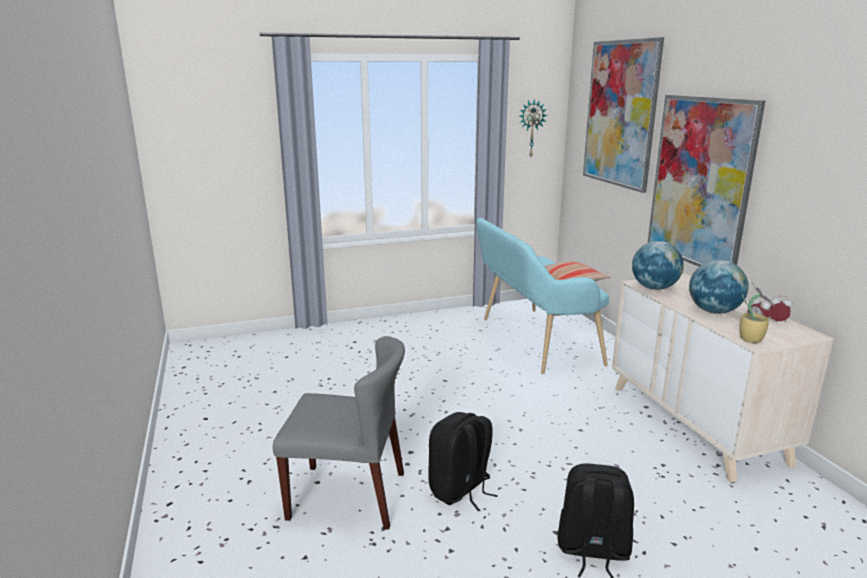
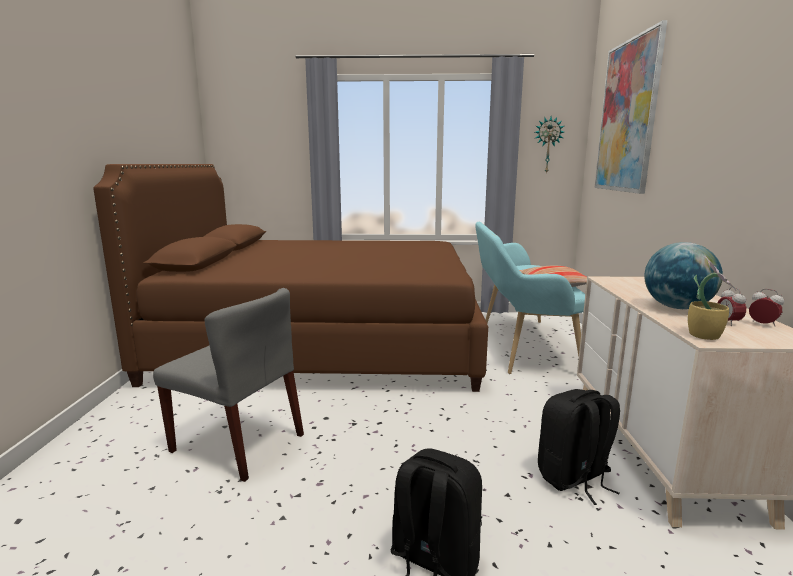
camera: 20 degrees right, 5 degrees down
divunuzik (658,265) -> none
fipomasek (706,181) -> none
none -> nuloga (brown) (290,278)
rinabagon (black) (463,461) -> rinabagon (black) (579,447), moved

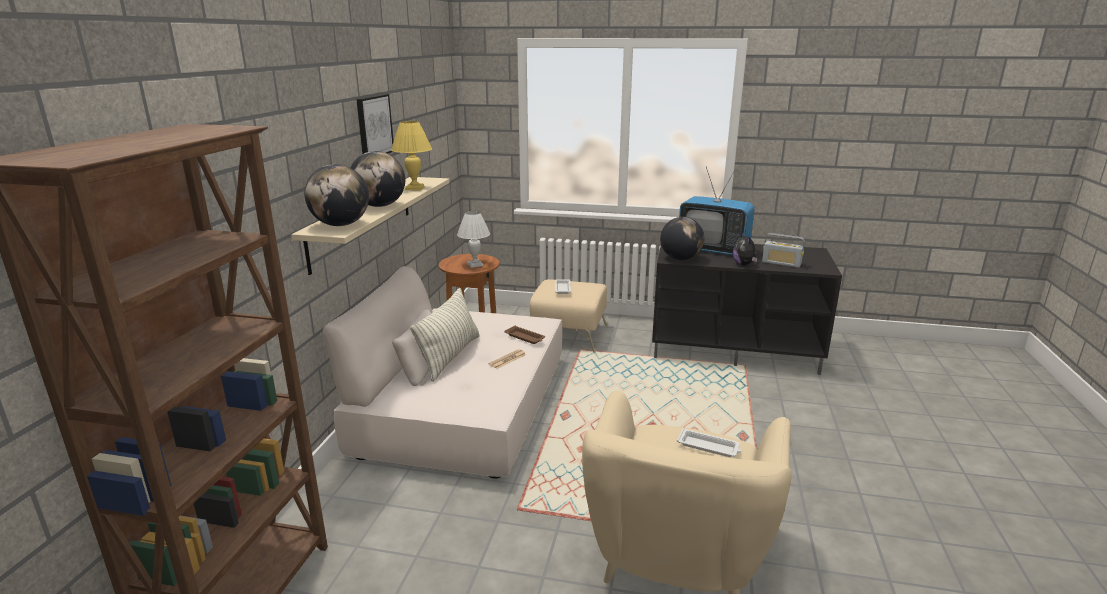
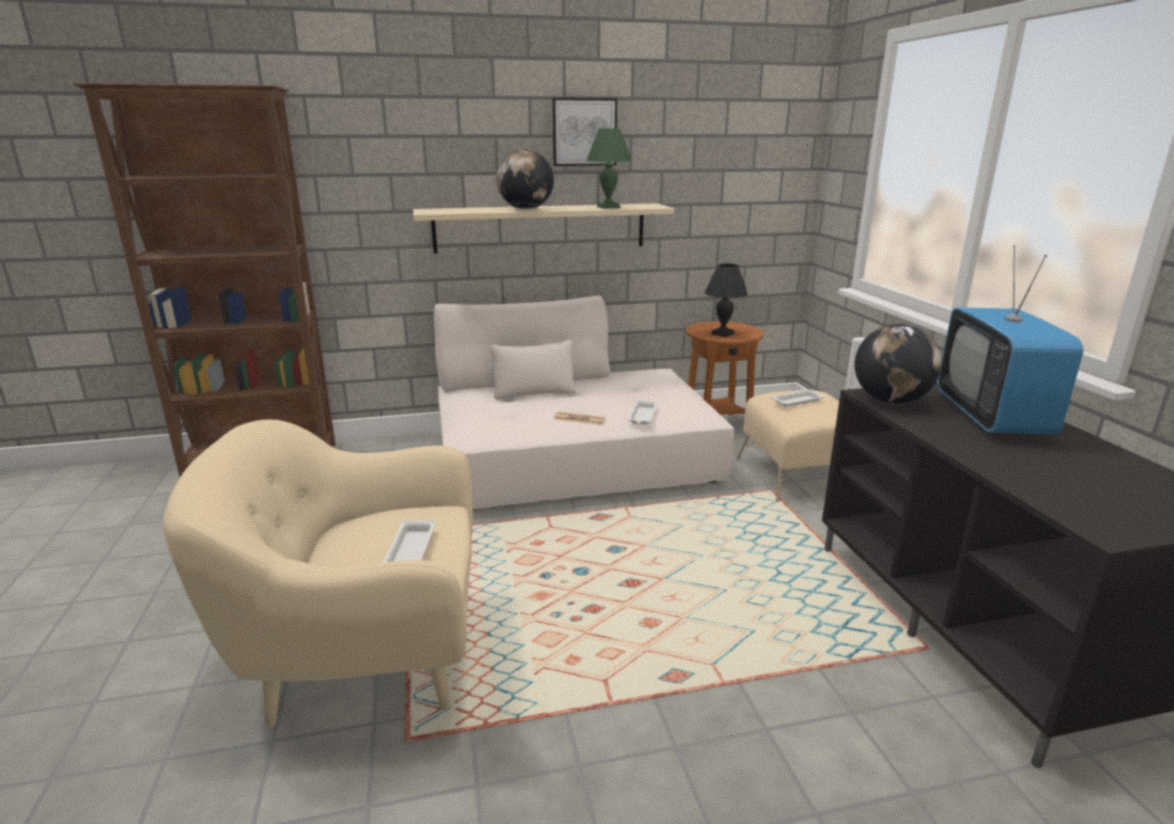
camera: 65 degrees right, 0 degrees up
divunuzik (337,195) -> none
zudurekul (444,335) -> none
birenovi (745,249) -> none
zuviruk (783,250) -> none
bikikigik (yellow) (411,155) -> bikikigik (green) (609,169)
bikikigik (white) (473,239) -> bikikigik (black) (726,300)
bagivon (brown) (524,335) -> bagivon (white) (643,412)

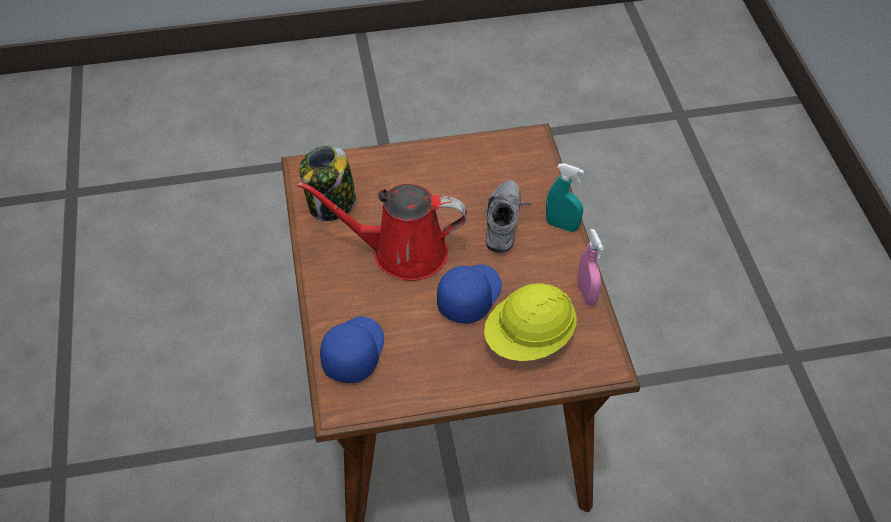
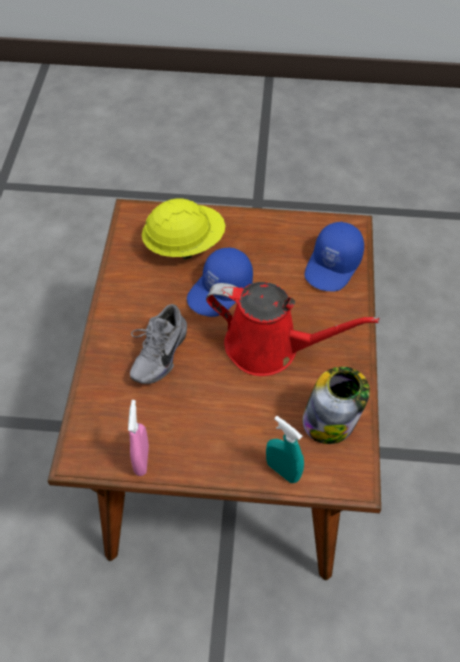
camera: 165 degrees left, 5 degrees up
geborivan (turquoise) (565,197) -> geborivan (turquoise) (285,449), moved
geborivan (pink) (590,267) -> geborivan (pink) (138,438), moved

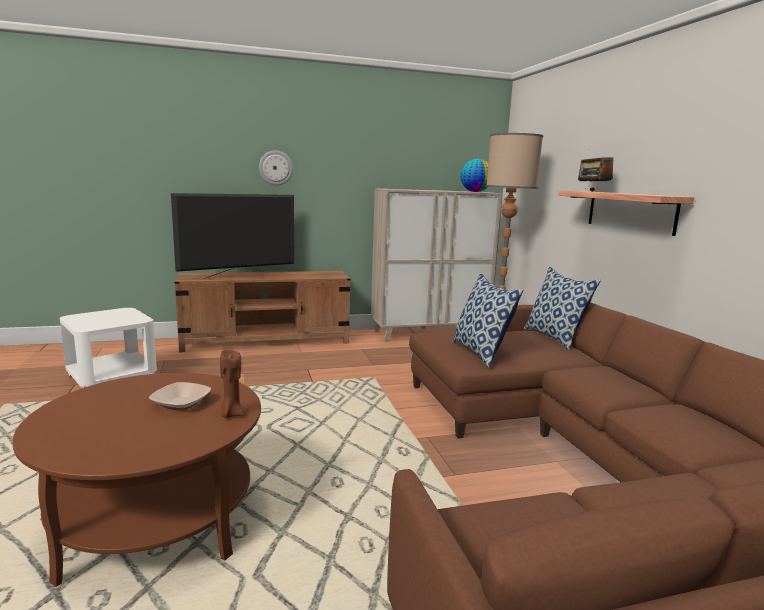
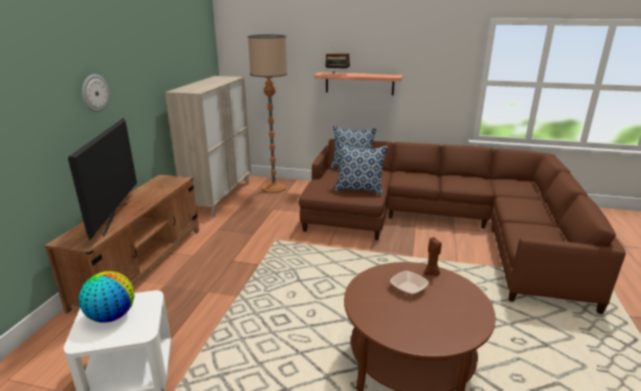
camera: 60 degrees left, 10 degrees up
divunuzik (474,175) -> divunuzik (106,297), moved

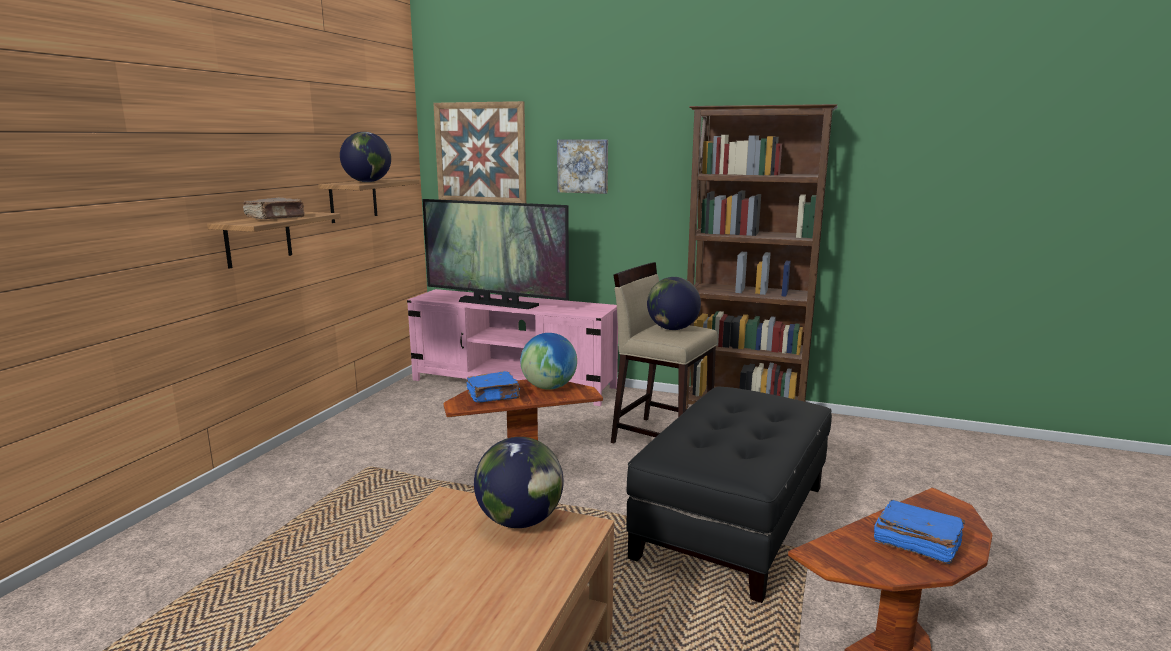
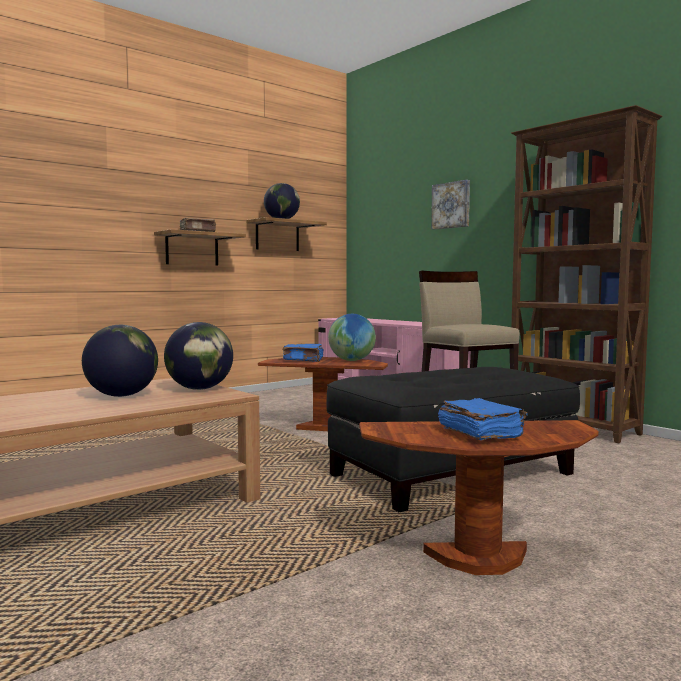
camera: 30 degrees right, 10 degrees down
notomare (495,254) -> none
fipomasek (479,152) -> none
divunuzik (674,303) -> divunuzik (120,361), moved

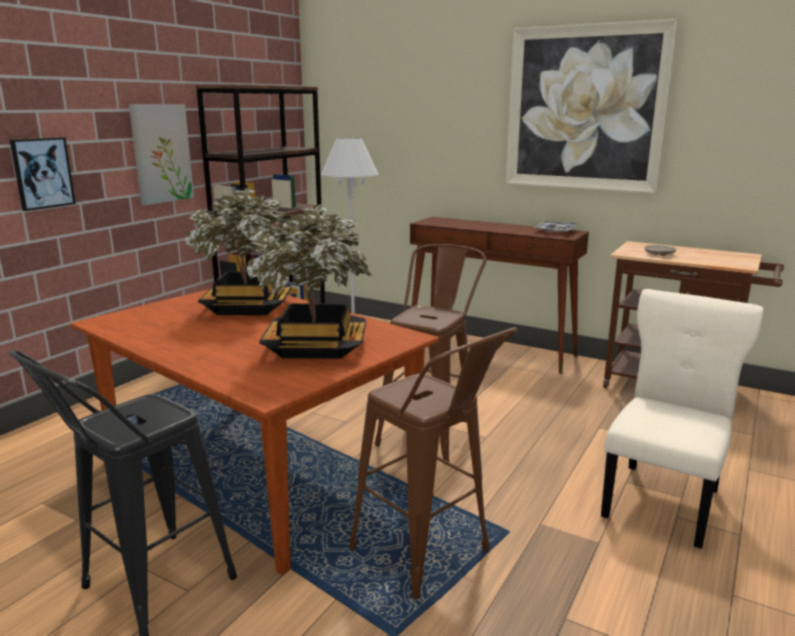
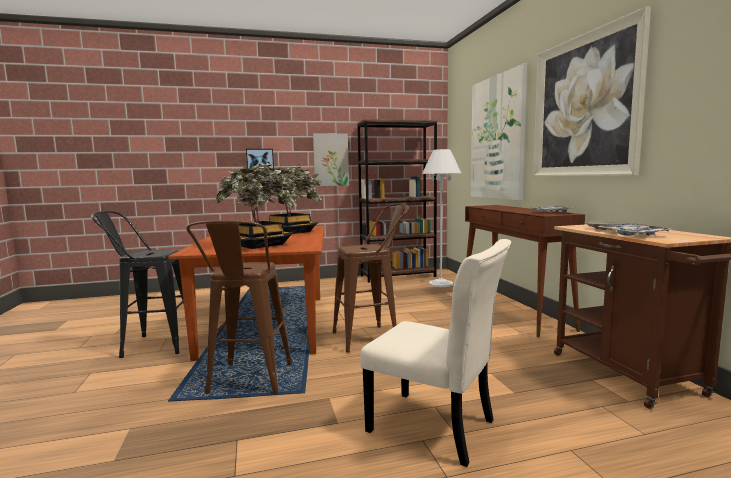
camera: 45 degrees right, 10 degrees down
none -> fipomasek (498,132)
none -> bagivon (634,229)
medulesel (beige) (682,419) -> medulesel (beige) (435,353), 45 degrees clockwise

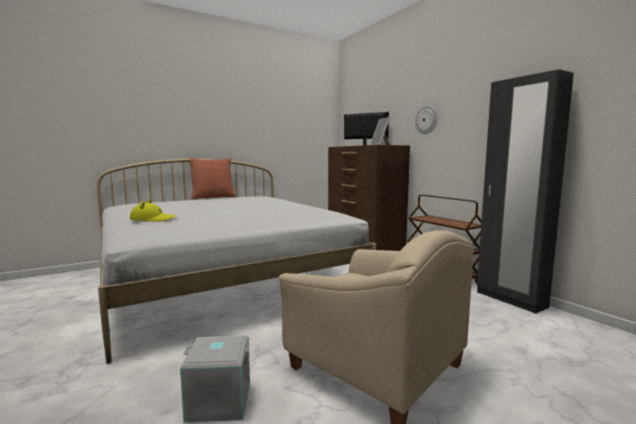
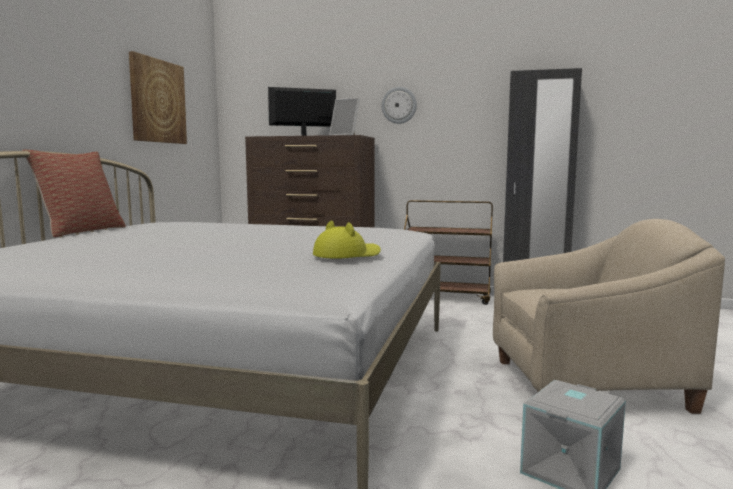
camera: 45 degrees left, 0 degrees up
none -> fipomasek (158,97)
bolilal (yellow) (153,210) -> bolilal (yellow) (347,239), moved

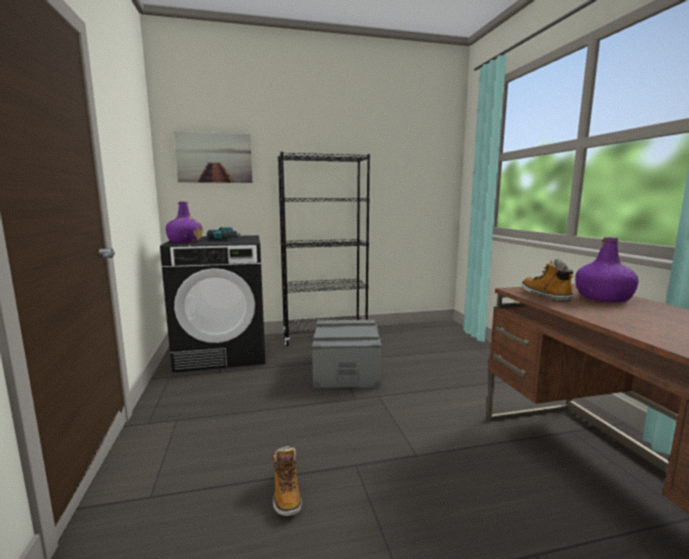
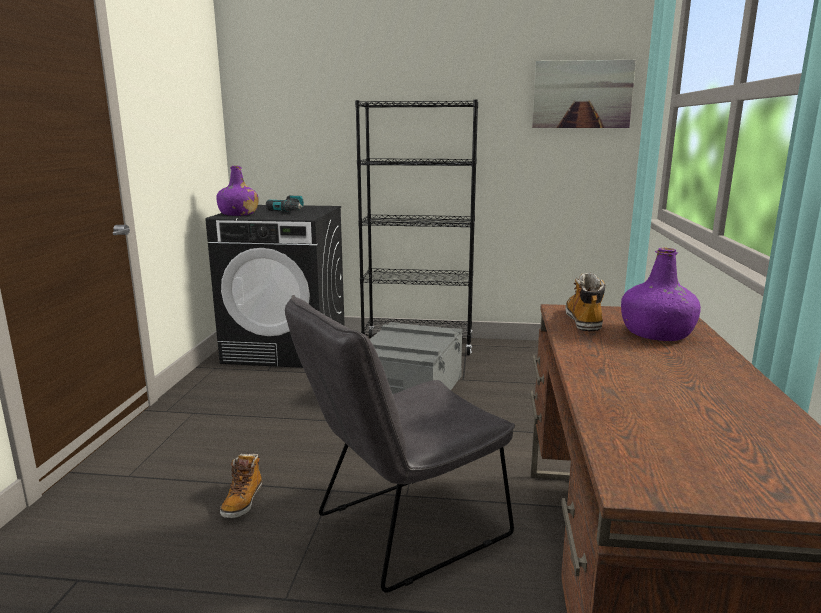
camera: 20 degrees right, 5 degrees up
none -> medulesel (grey) (400,444)
fipomasek (213,157) -> fipomasek (584,94), moved

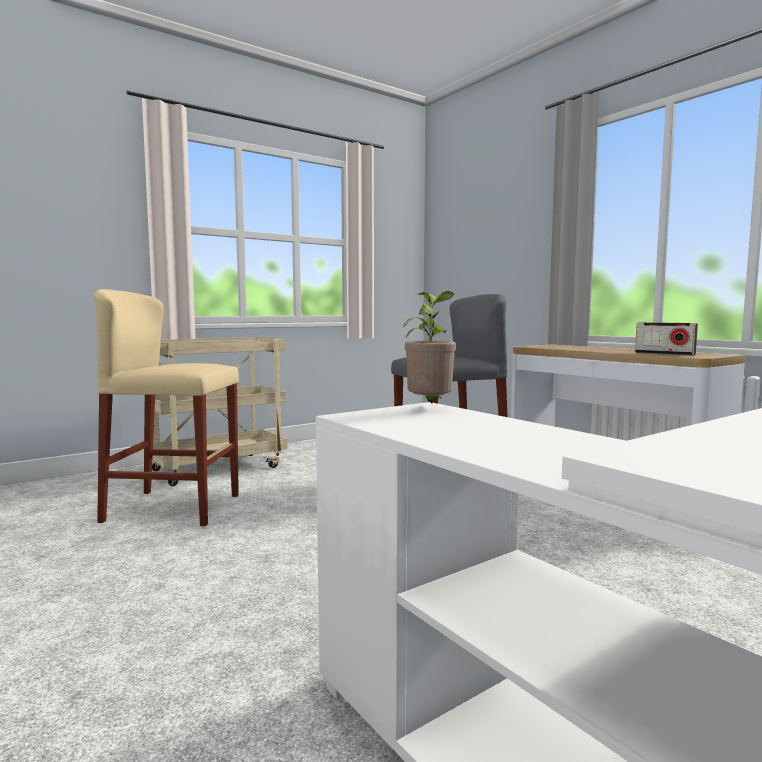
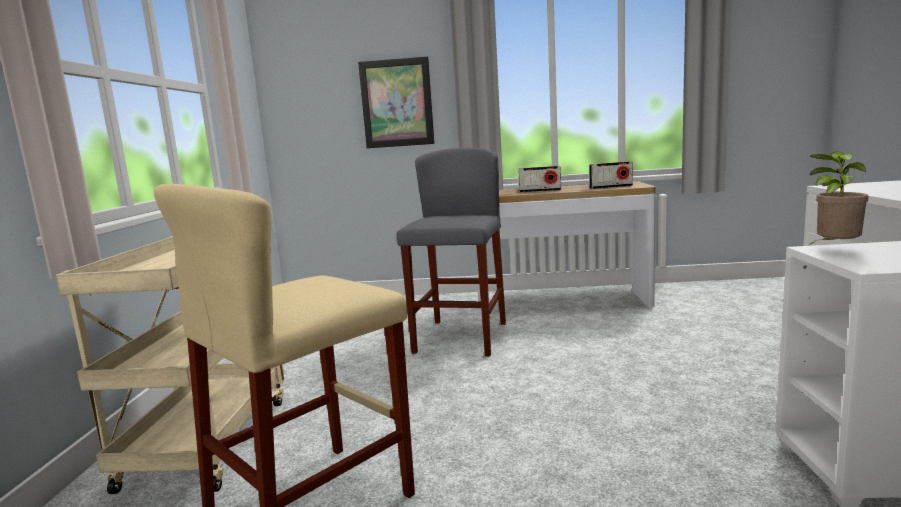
camera: 50 degrees left, 5 degrees up
none -> fipomasek (396,102)
none -> zuviruk (539,179)

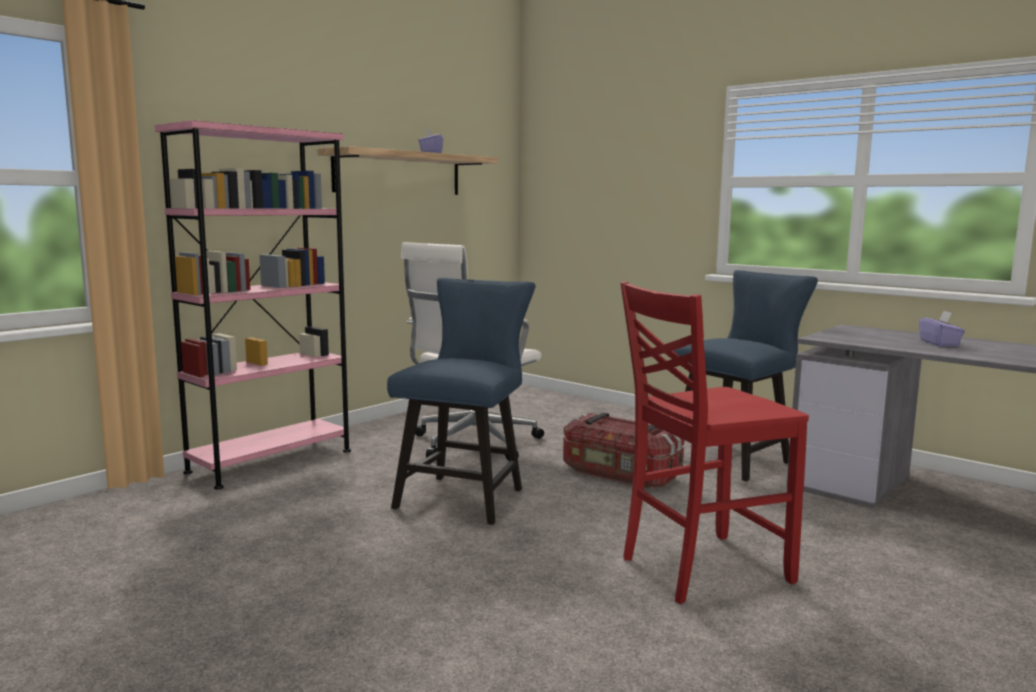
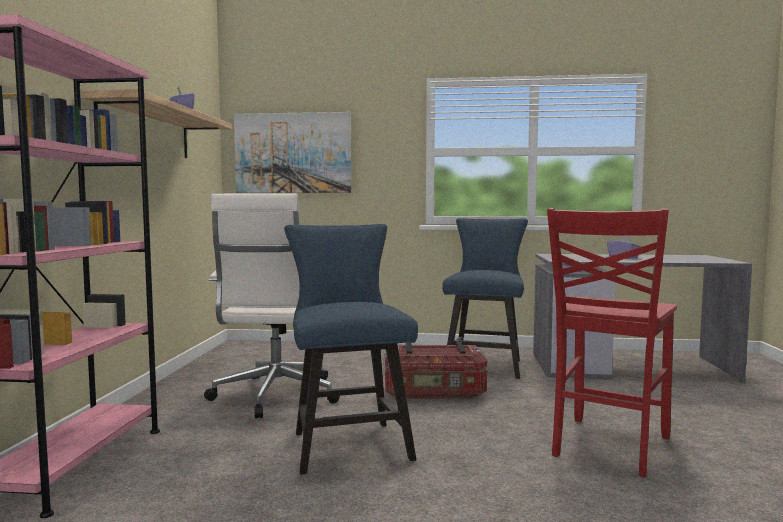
camera: 35 degrees left, 5 degrees down
none -> fipomasek (292,152)

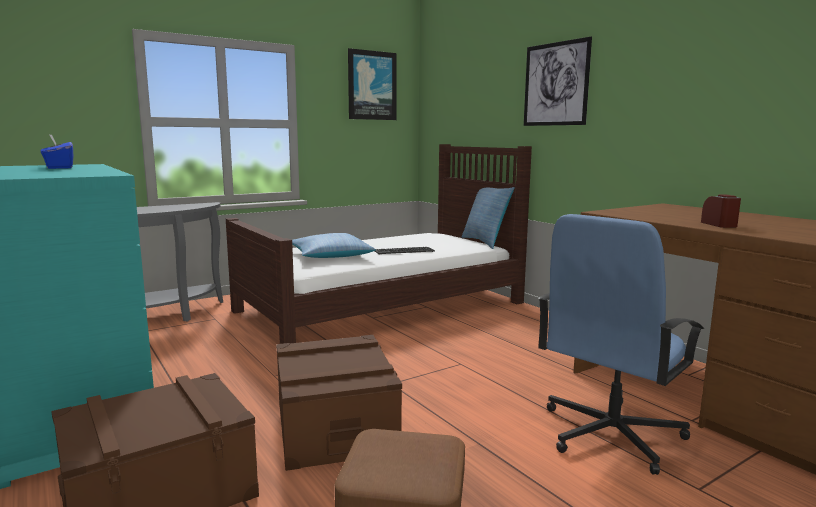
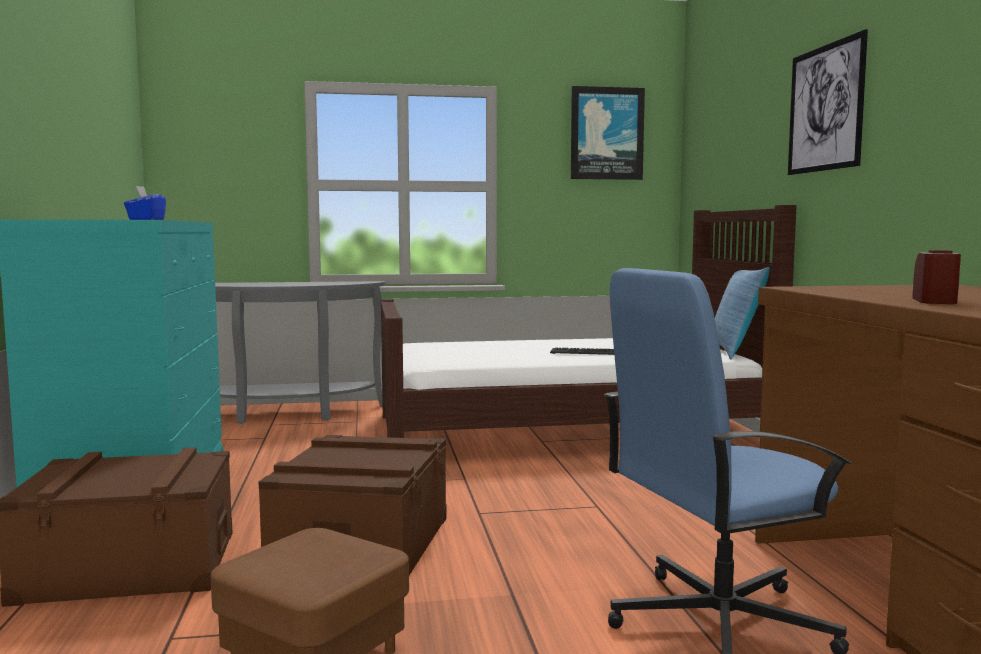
camera: 25 degrees right, 5 degrees down
zudurekul (334,245) -> none

